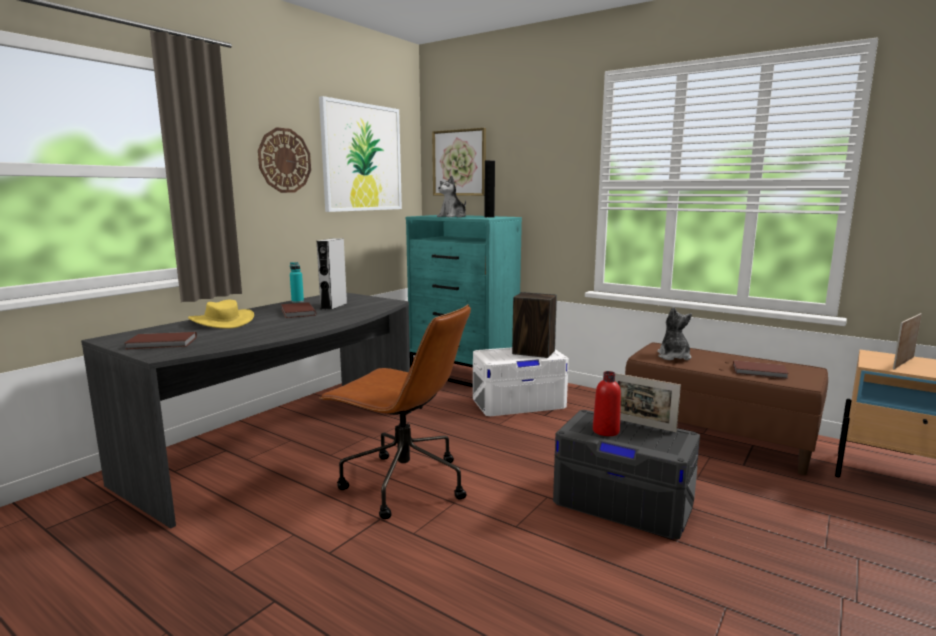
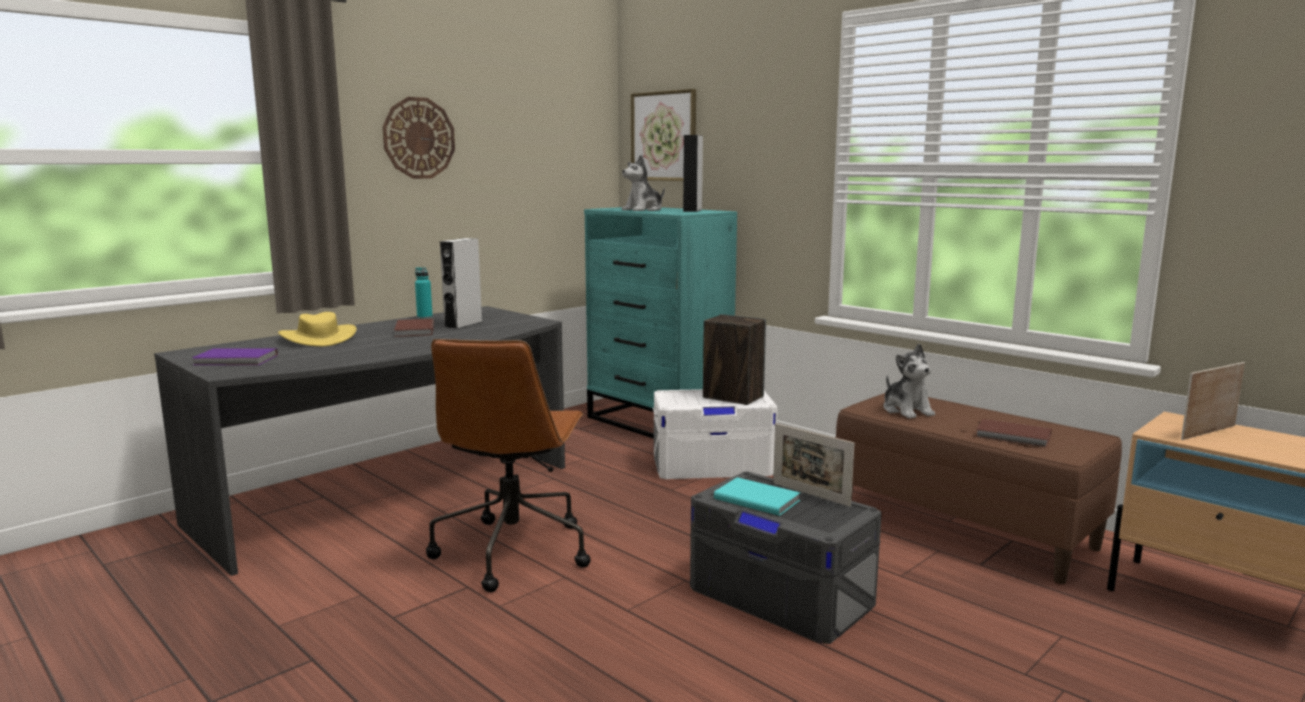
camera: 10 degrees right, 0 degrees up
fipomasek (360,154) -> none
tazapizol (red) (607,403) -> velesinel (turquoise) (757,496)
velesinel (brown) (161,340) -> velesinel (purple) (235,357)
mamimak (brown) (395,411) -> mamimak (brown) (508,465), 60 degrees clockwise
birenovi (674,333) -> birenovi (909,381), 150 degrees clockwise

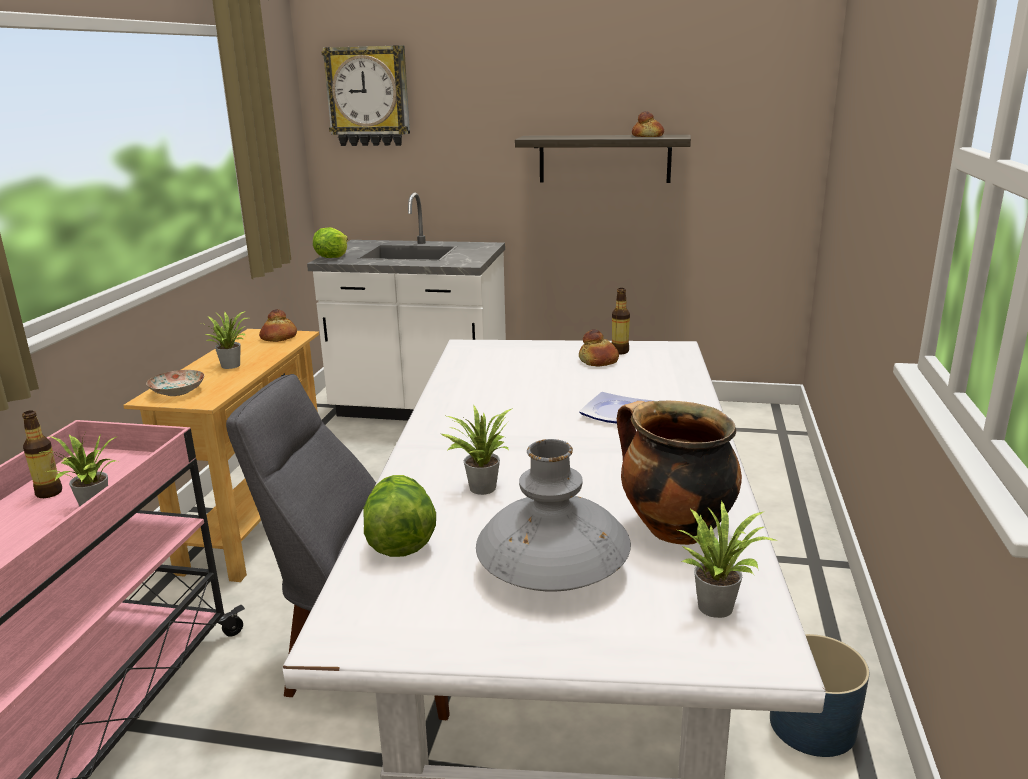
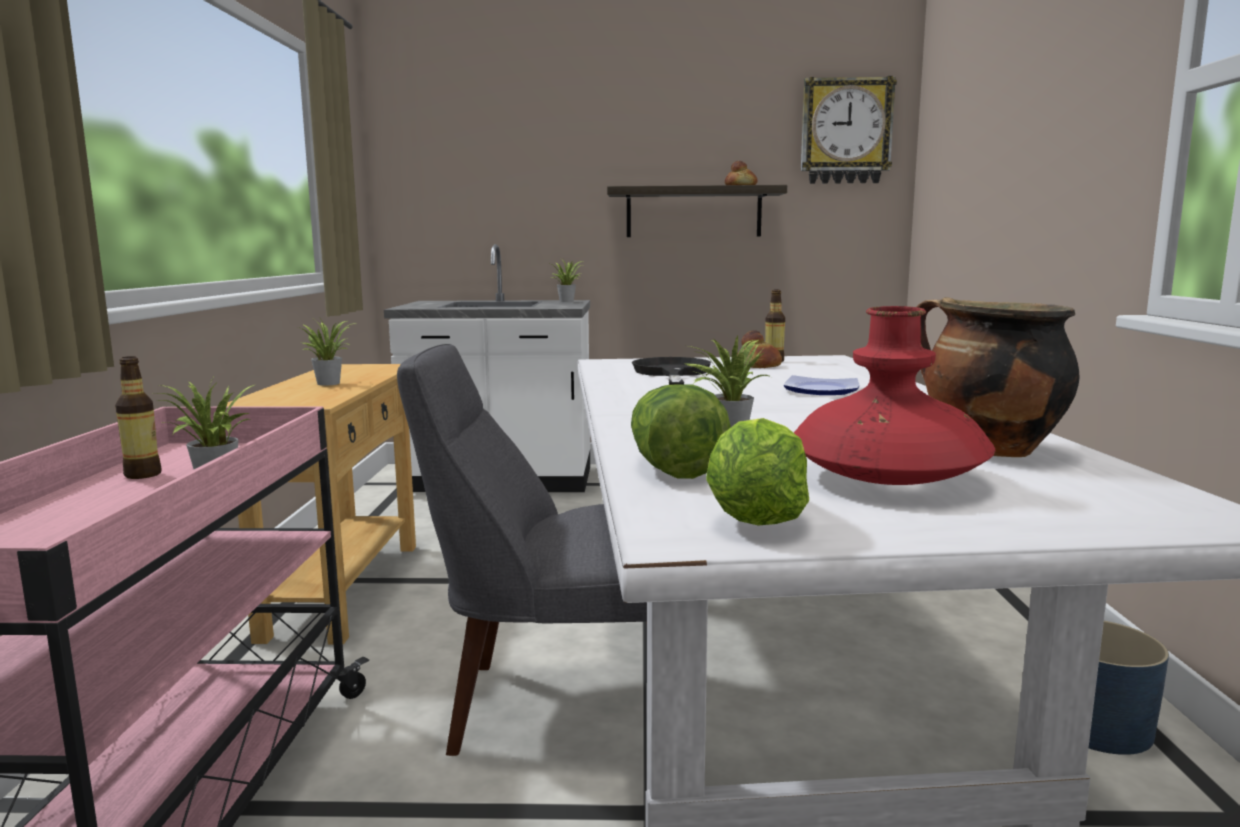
camera: 10 degrees left, 10 degrees down
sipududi (175,383) -> none
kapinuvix (278,325) -> none
none -> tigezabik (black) (671,371)
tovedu (330,242) -> tovedu (757,472), moved
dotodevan (365,95) -> dotodevan (849,130), moved
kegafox (728,559) -> kegafox (566,281), moved
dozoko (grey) (553,515) -> dozoko (red) (894,395)

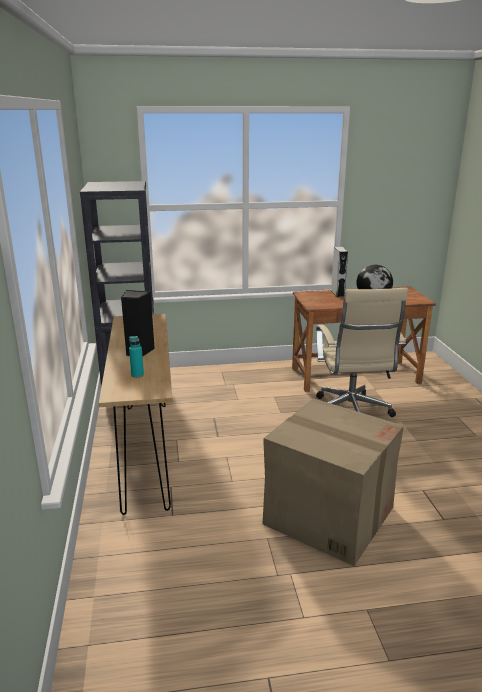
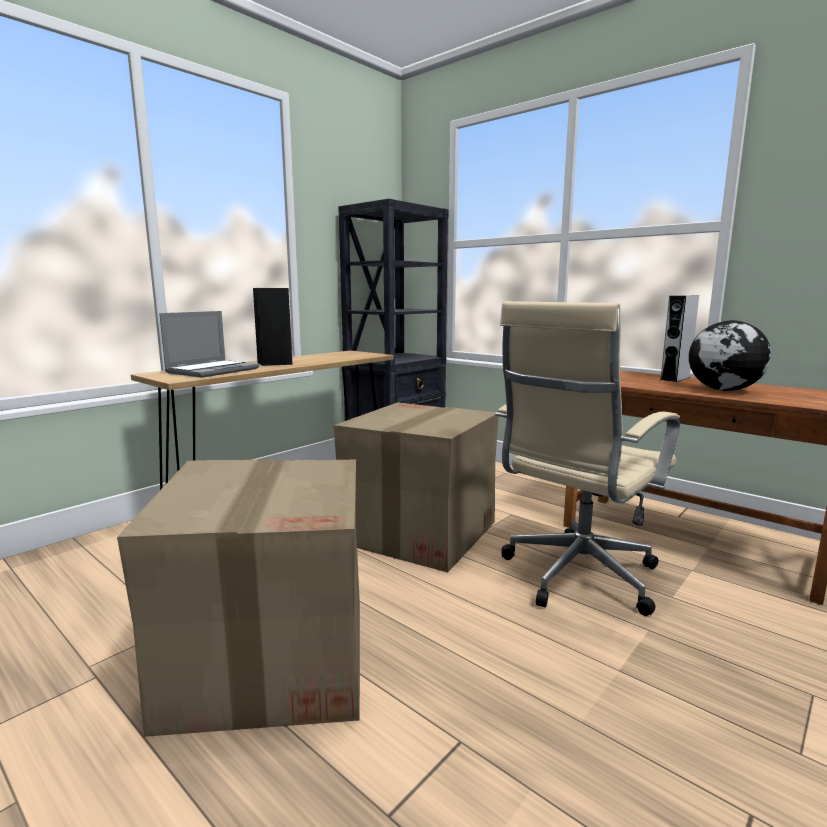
camera: 50 degrees right, 10 degrees down
none -> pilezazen (416,487)
tazapizol (turquoise) (136,357) -> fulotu (209,344)

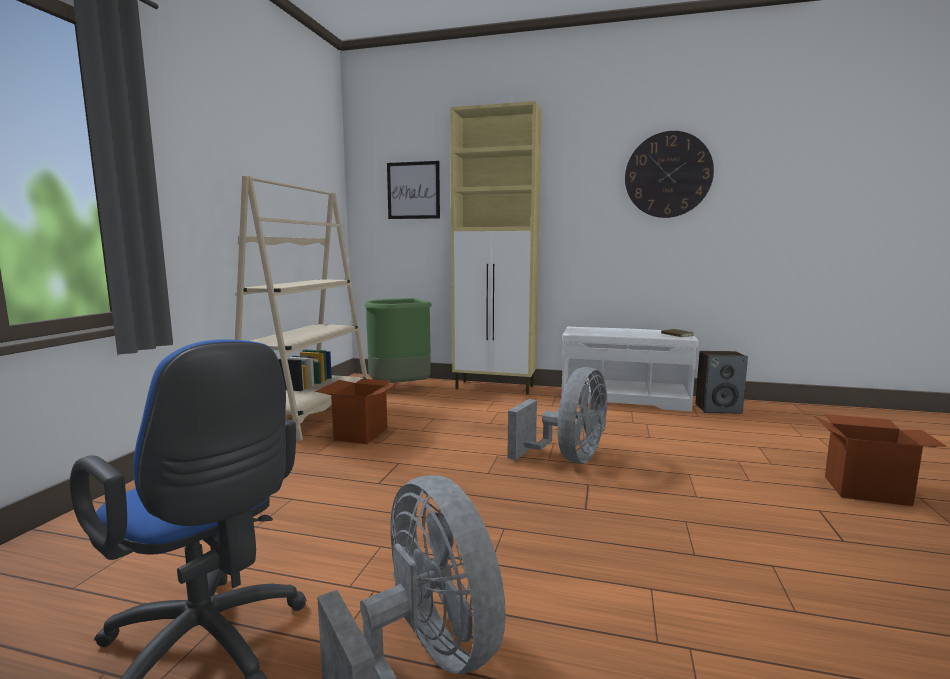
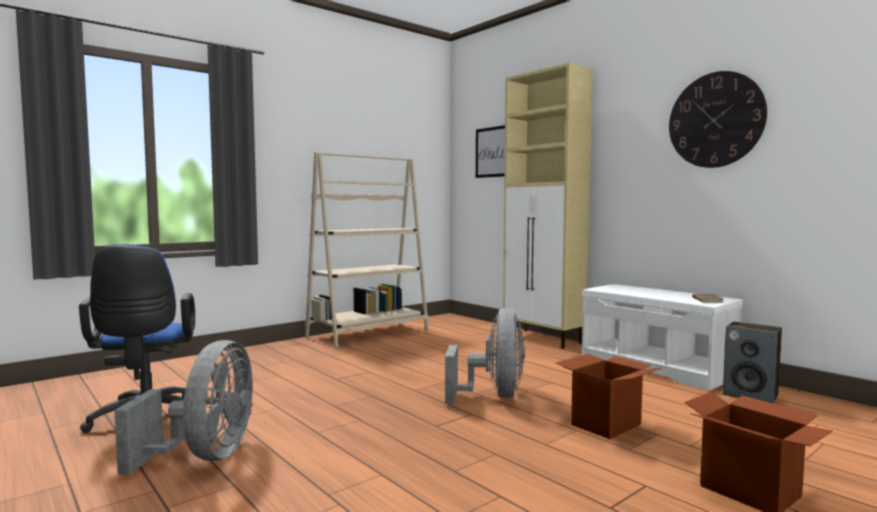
camera: 35 degrees right, 5 degrees down
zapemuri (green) (398,340) -> none
pilezazen (358,411) -> pilezazen (608,396), moved
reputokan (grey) (557,415) -> reputokan (grey) (485,356), 60 degrees counterclockwise

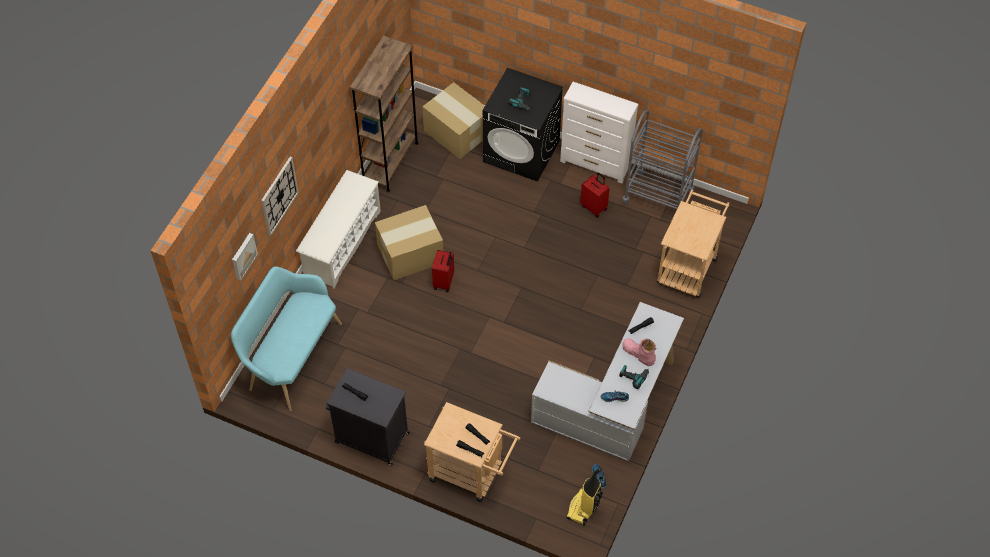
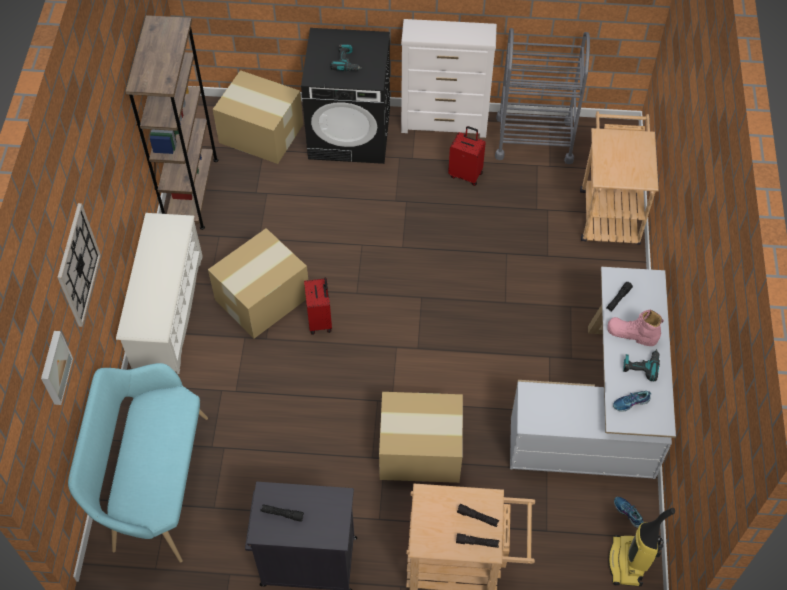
camera: 20 degrees left, 0 degrees up
none -> pilezazen (421,437)

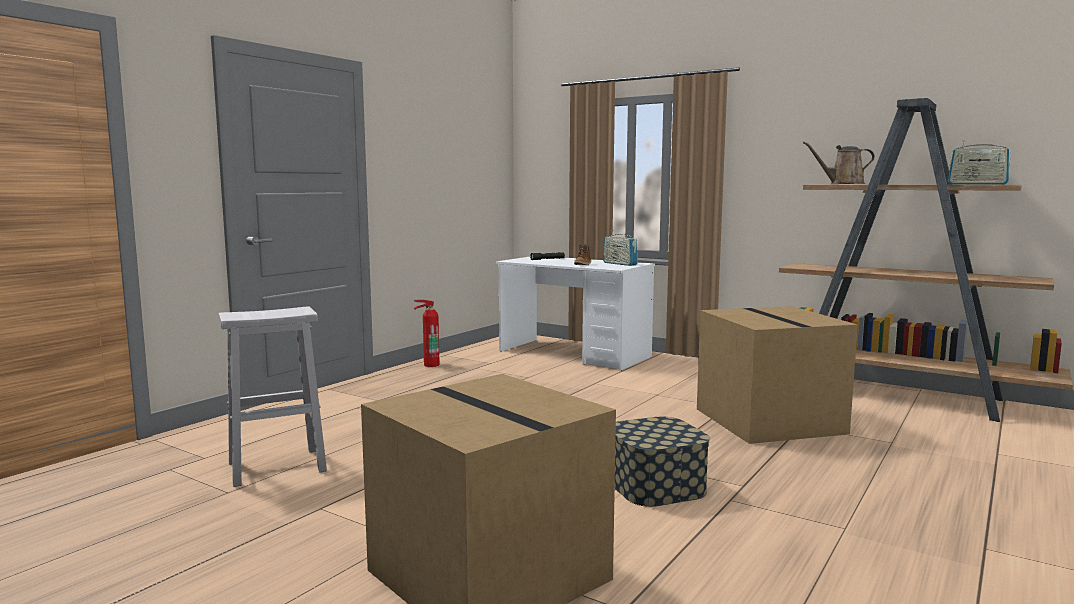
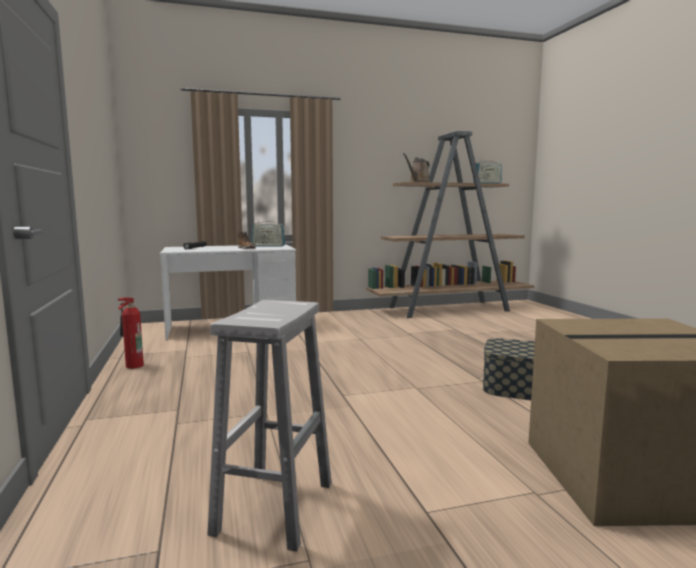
camera: 50 degrees left, 0 degrees up
pilezazen (777,375) -> none

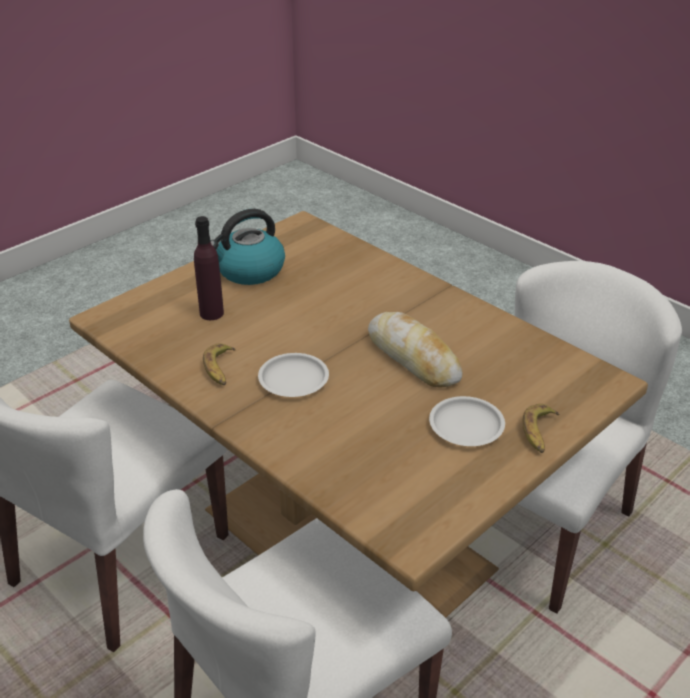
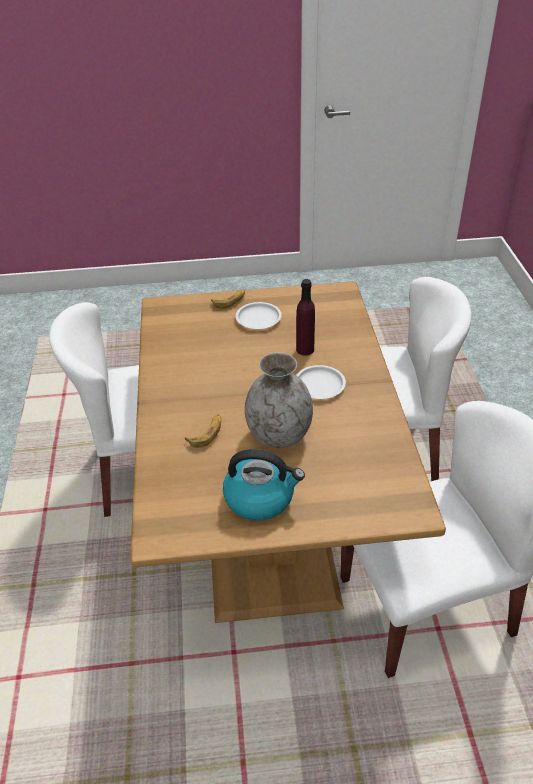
camera: 140 degrees left, 5 degrees up
kapinuvix (415,350) -> none
none -> dozoko (grey) (279,400)
tazapizol (purple) (209,268) -> tazapizol (purple) (305,317), moved
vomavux (219,364) -> vomavux (203,431), moved

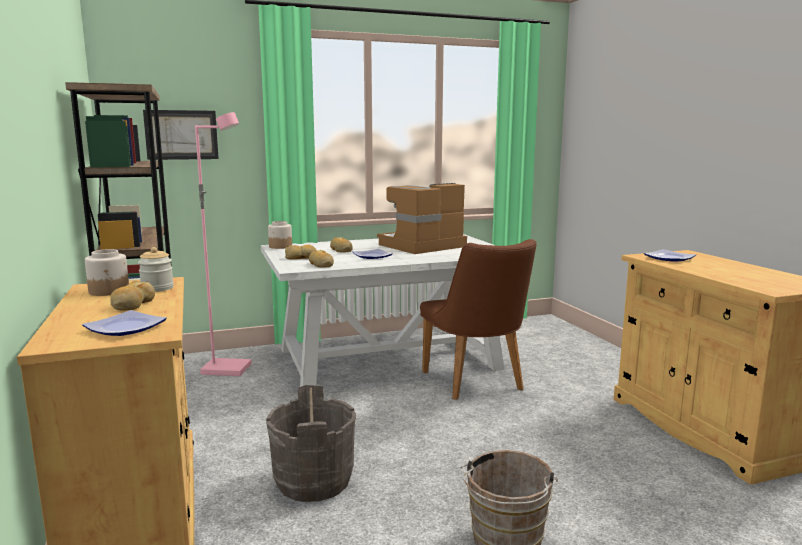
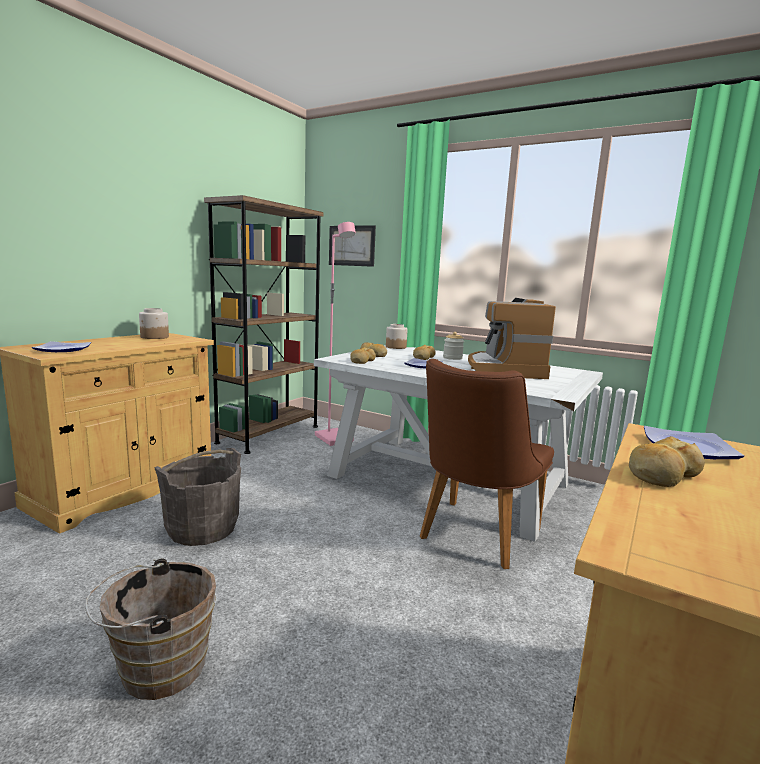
camera: 50 degrees right, 0 degrees up
kapinuvix (132,296) -> kapinuvix (667,461), moved
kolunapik (156,269) -> kolunapik (453,346), moved
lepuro (422,218) -> lepuro (512,338), 105 degrees counterclockwise

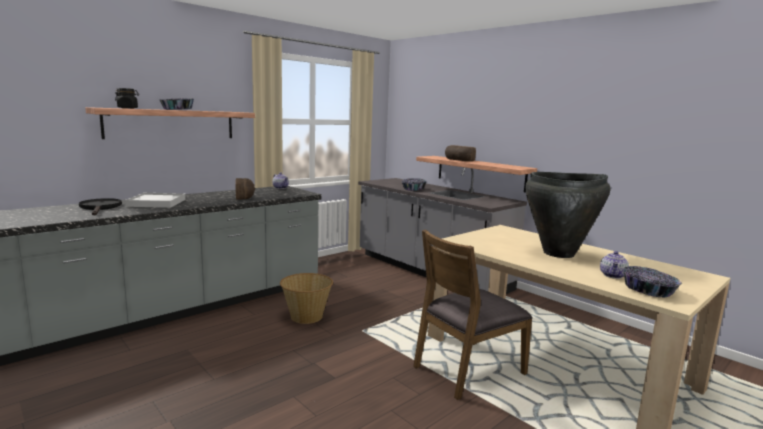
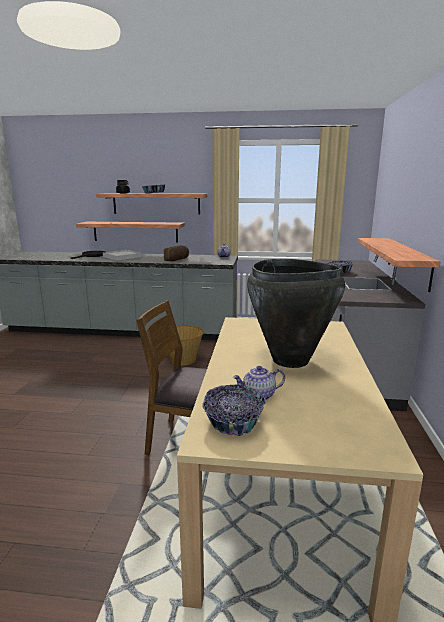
camera: 50 degrees right, 5 degrees up
kapinuvix (460,153) -> none
none -> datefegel (130,232)

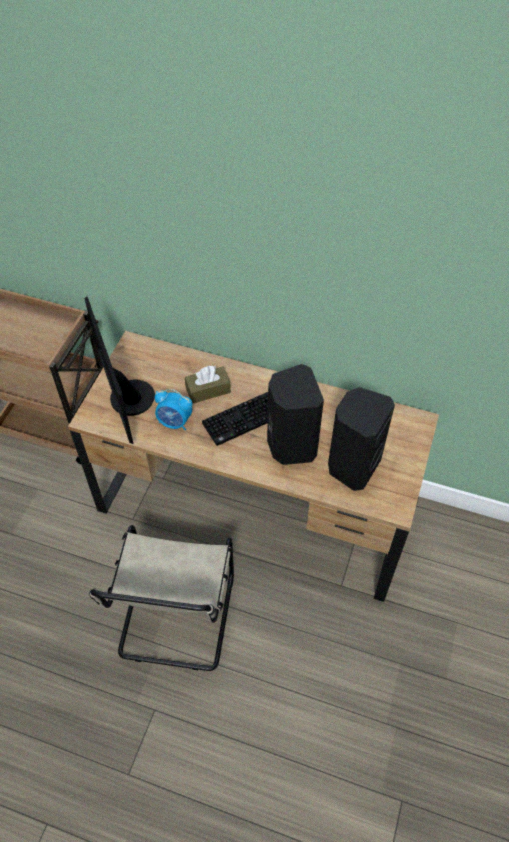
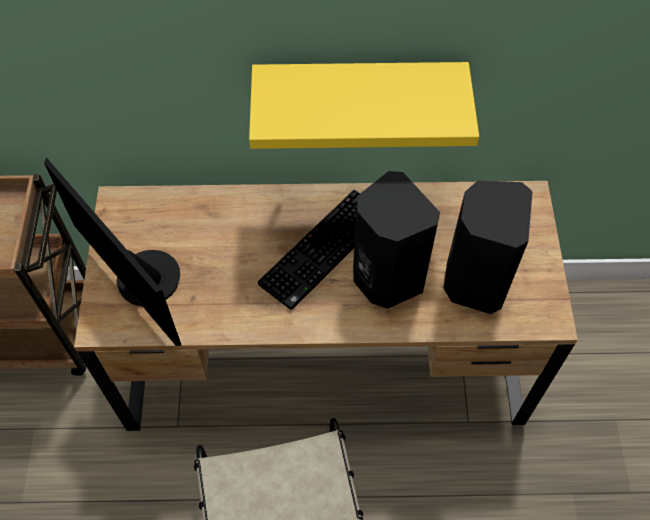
camera: 20 degrees left, 5 degrees up
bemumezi (173,409) -> none
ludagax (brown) (208,384) -> none
none -> datefegel (yellow) (364,105)

